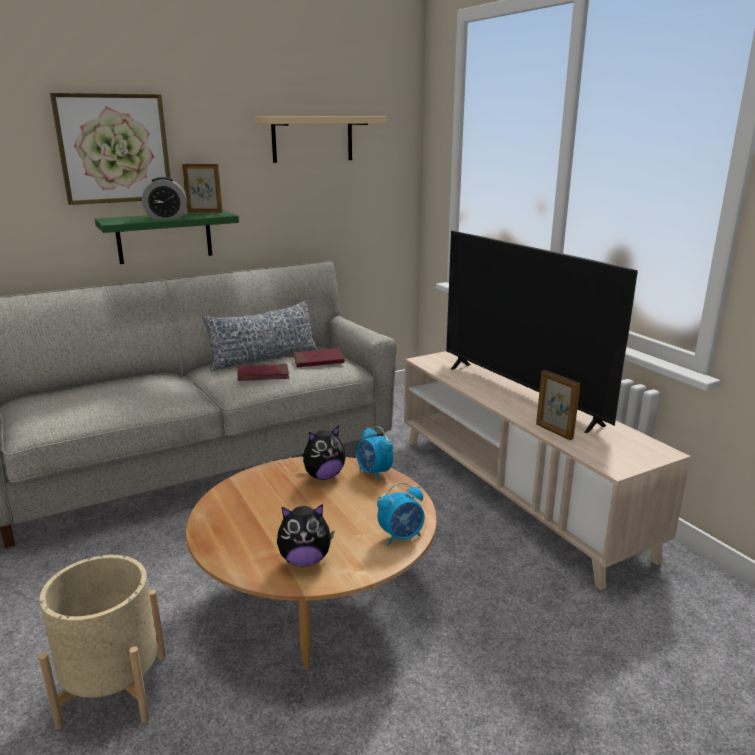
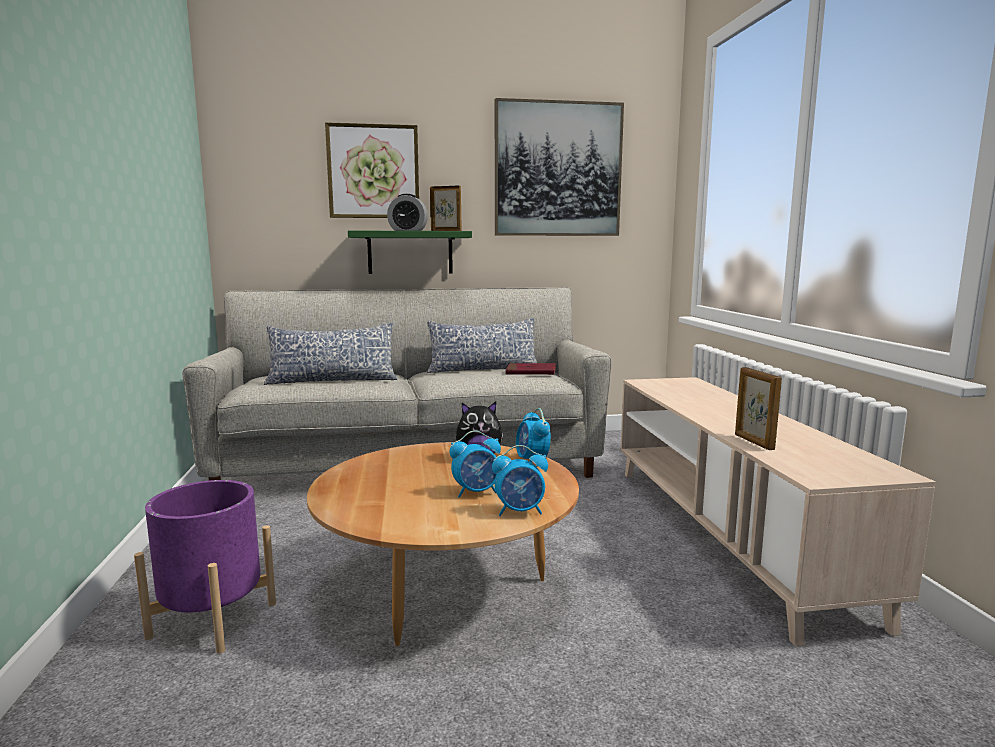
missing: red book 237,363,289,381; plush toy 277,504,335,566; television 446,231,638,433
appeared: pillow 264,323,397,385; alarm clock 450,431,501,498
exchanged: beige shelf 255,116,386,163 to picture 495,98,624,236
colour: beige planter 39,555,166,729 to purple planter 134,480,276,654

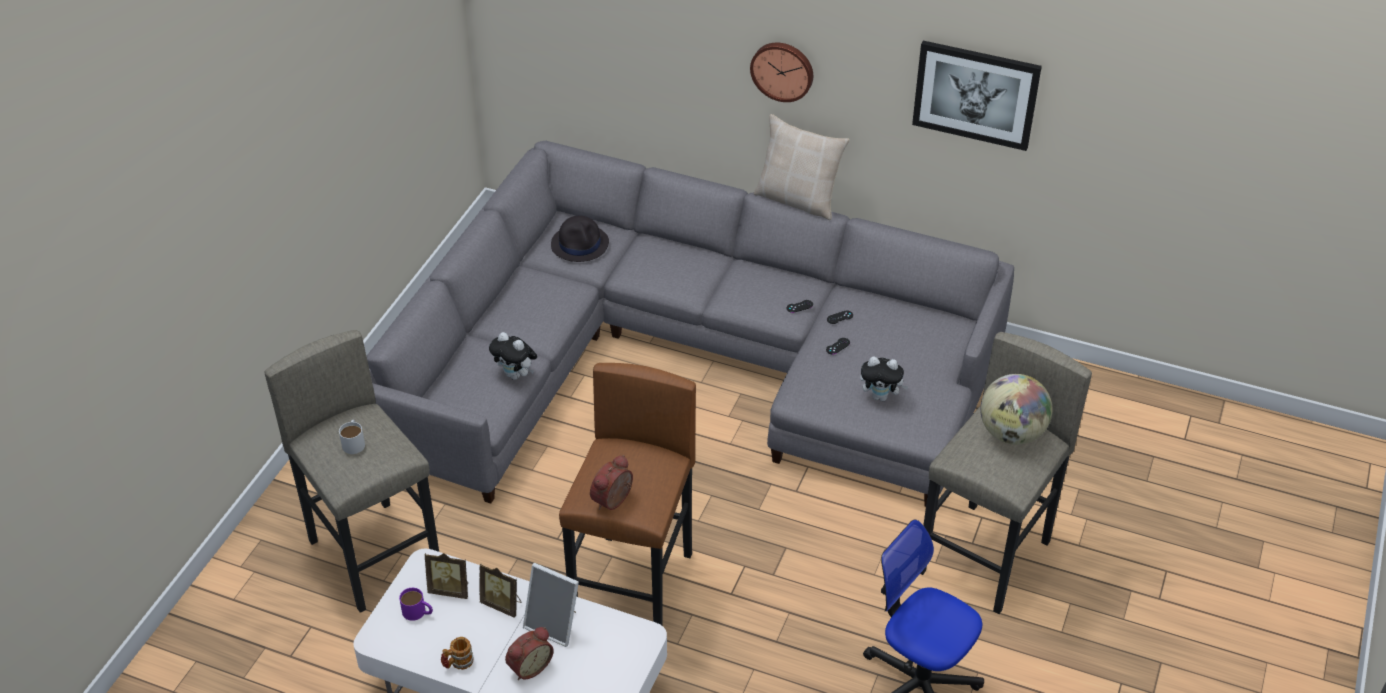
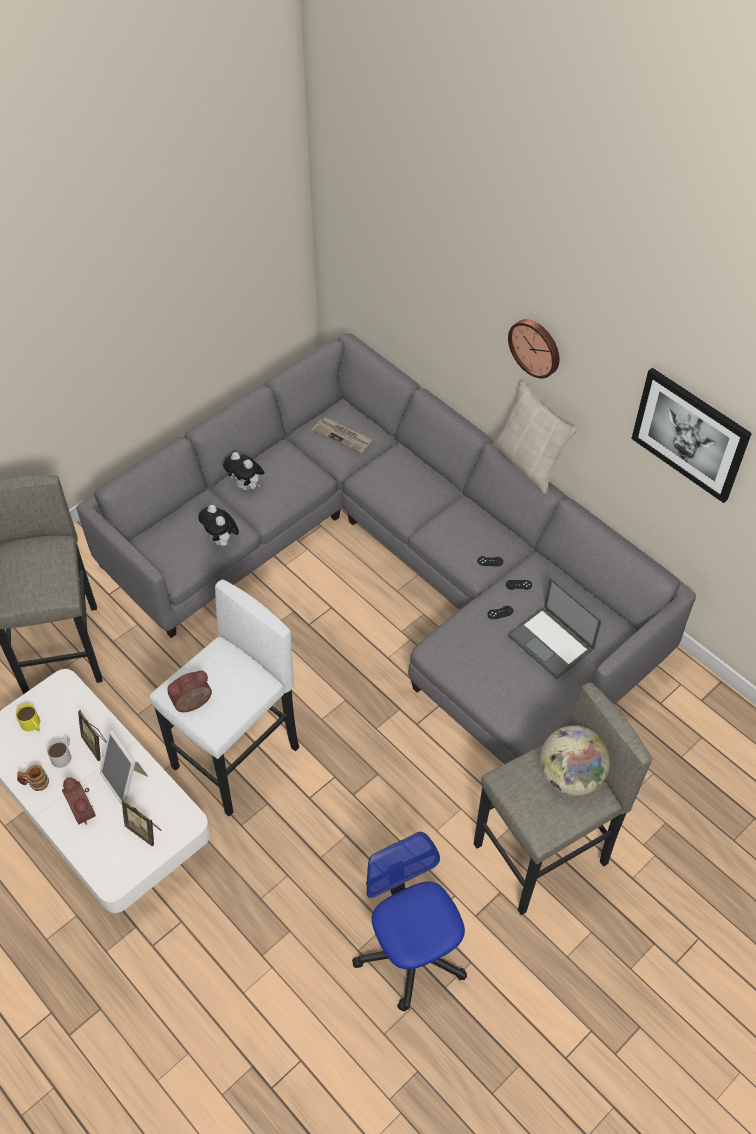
appeared: laptop 508,578,601,679
relocated: white mug 339,420,365,454 to 47,737,71,768; picture frame 425,553,468,599 to 122,799,162,846; plush toy 860,356,909,401 to 223,452,265,491
exchanged: black hat 551,216,609,262 to newspaper 312,417,373,454
colour: purple mug 399,588,433,621 to yellow mug 16,704,40,731; brown stool 559,363,696,625 to white stool 149,580,299,816
spun: alarm clock 505,627,554,680 = 62,777,96,825 75 degrees clockwise

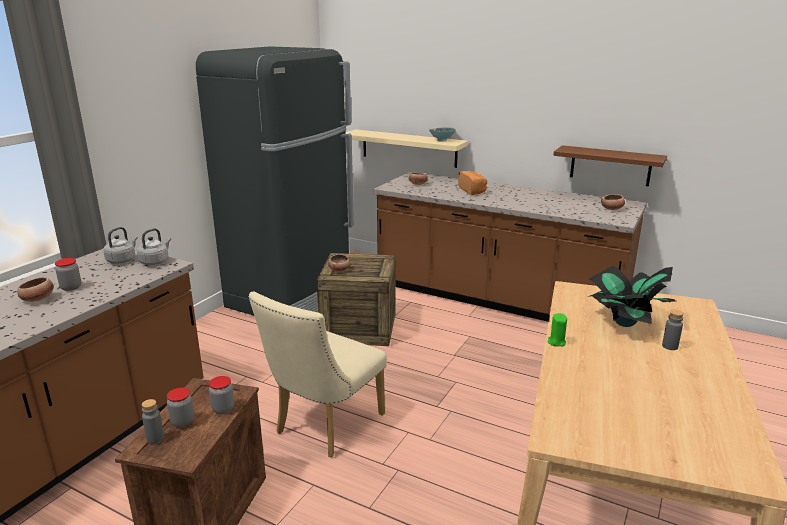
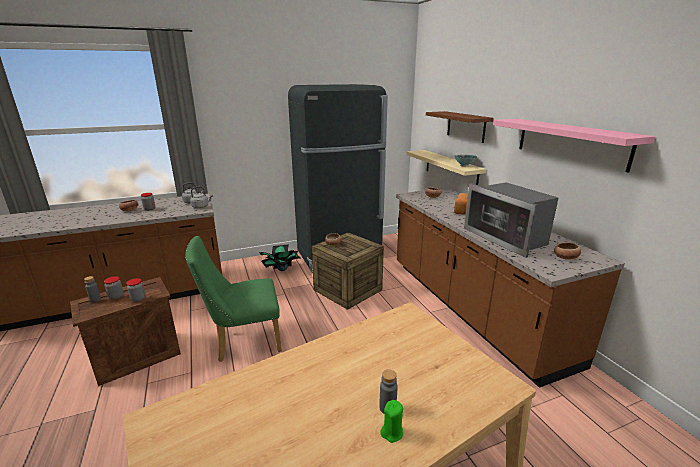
appeared: microwave 464,182,558,258; pink shelf 493,119,655,173
relocated: green candle 548,313,567,347 to 380,400,403,443; brown shelf 553,145,667,187 to 426,111,494,143; potted plant 588,266,676,327 to 259,244,302,271
colour: beige chair 248,292,387,457 to green chair 185,236,282,362

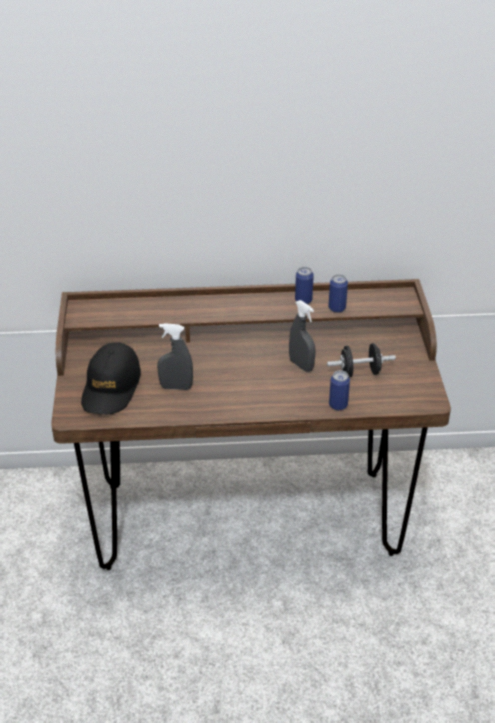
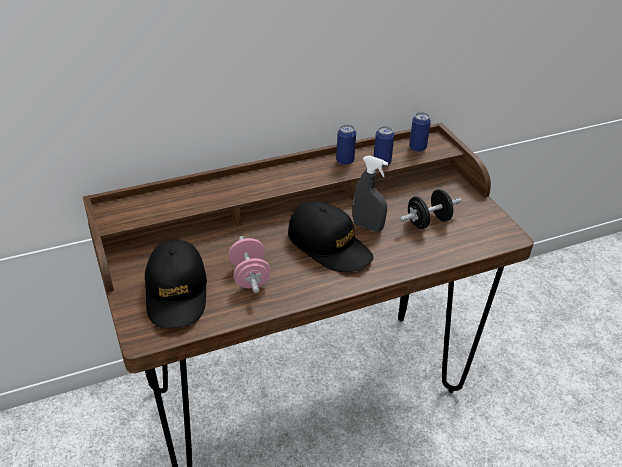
appeared: black cap 288,201,373,272
relocated: can 329,370,350,410 to 409,112,431,152
exchanged: grey spray bottle 157,323,193,390 to pink dumbbell 228,236,271,293

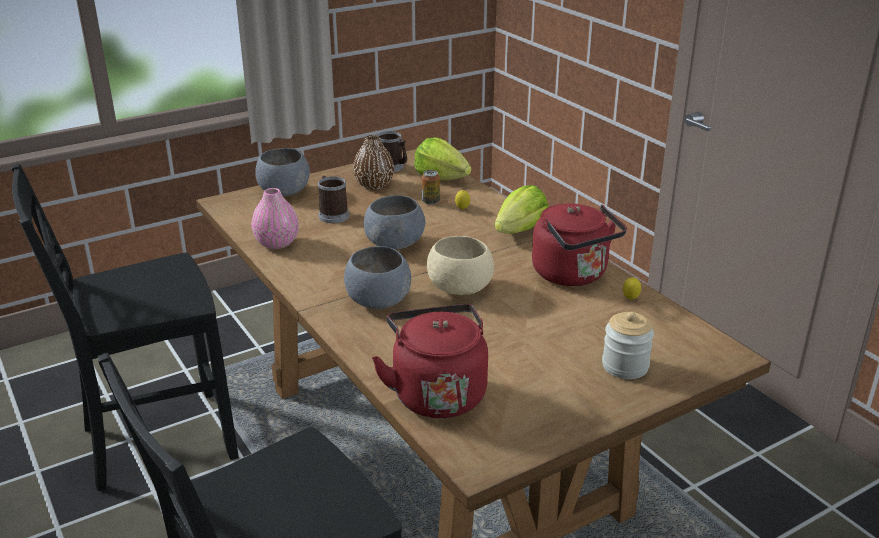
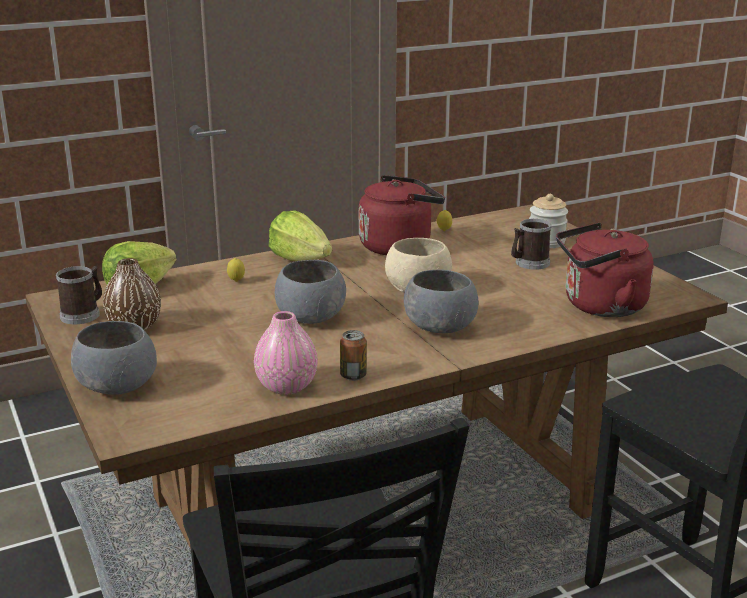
relocated: mug 318,176,349,223 to 511,219,551,270; can 422,170,440,205 to 340,330,367,381

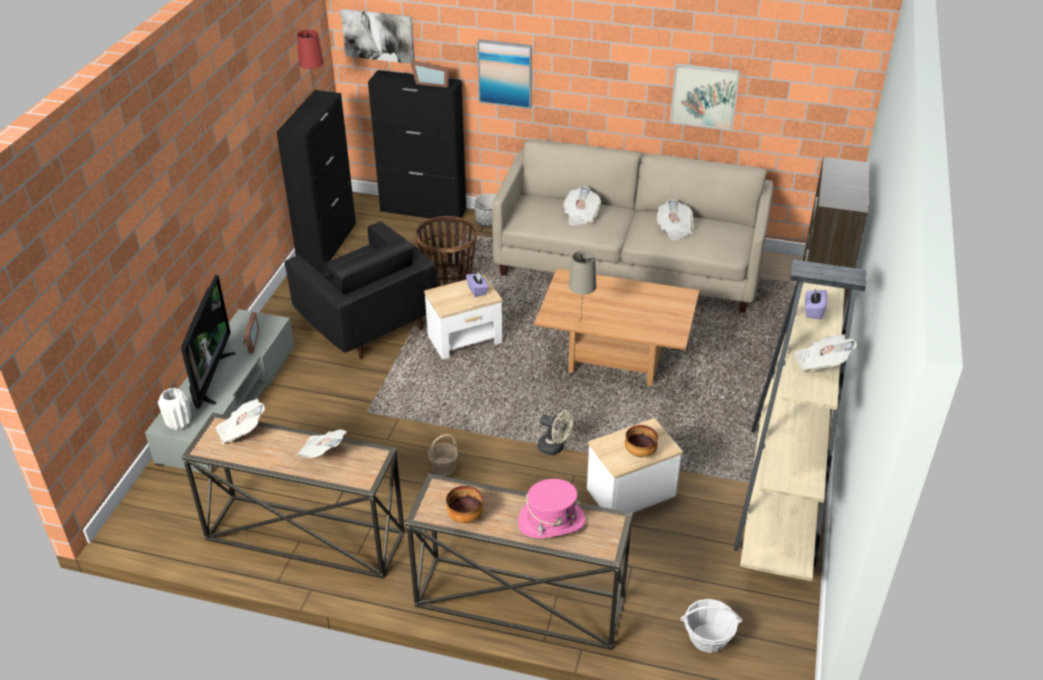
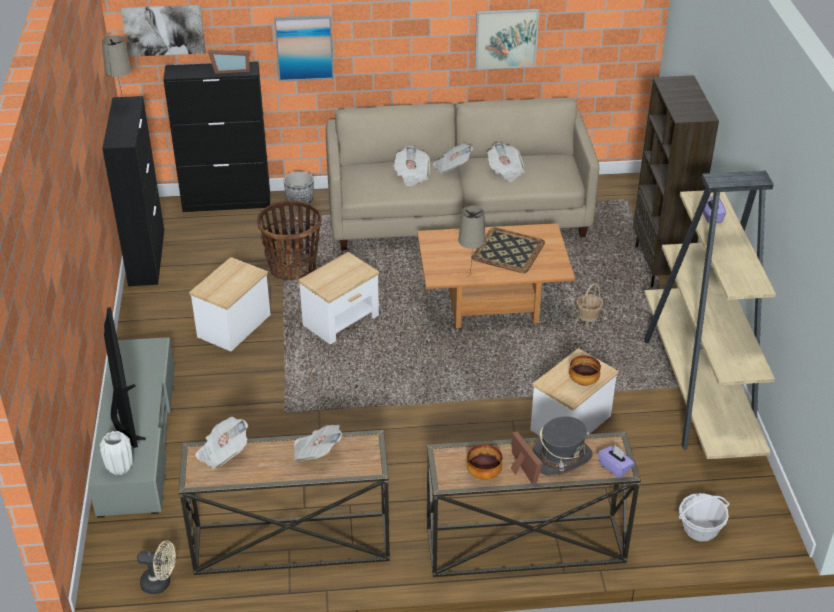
appeared: tray 471,227,545,273
relocated: picture frame 243,312,259,353 to 511,432,542,484; basket 428,434,458,476 to 577,283,603,321; purple tissue box 466,272,489,297 to 598,445,634,478; beige fan 538,410,573,455 to 137,540,176,594; newspaper 794,334,857,371 to 433,143,473,173
exchanged: black armchair 285,221,437,360 to side table 189,257,271,351
colour: red table lamp 297,30,324,104 to beige table lamp 102,35,131,110; pink hat 518,479,585,538 to grey hat 532,417,592,476

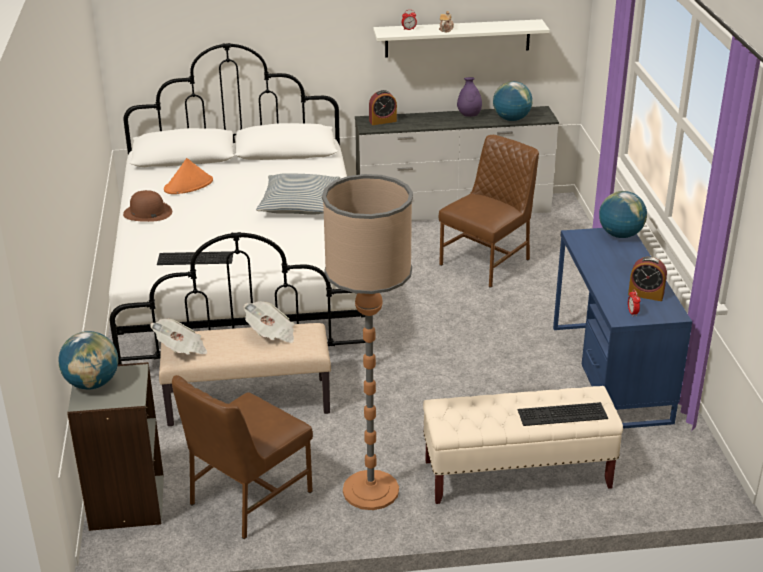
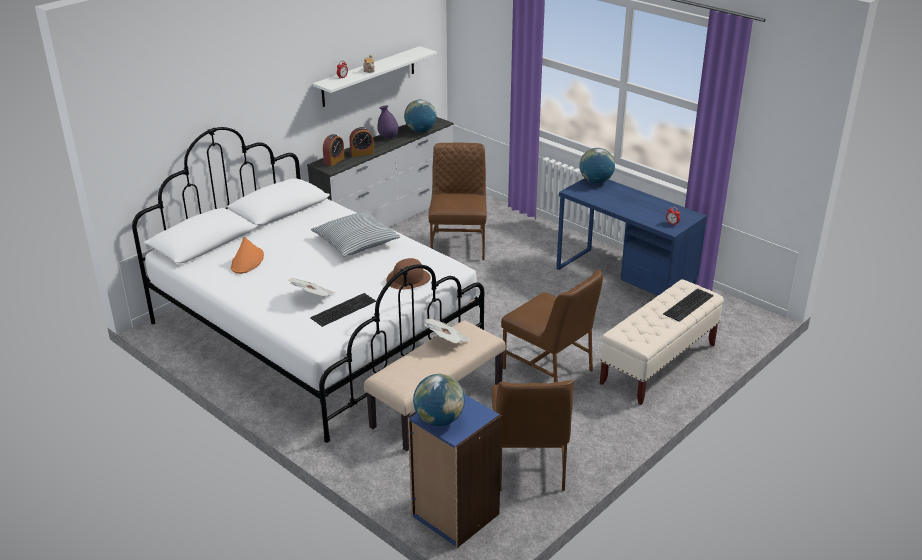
missing: floor lamp 322,174,413,510
appeared: brown chair 501,270,603,382
relocated: brown hat 123,190,172,222 to 386,258,431,290; newspaper 150,319,207,355 to 288,278,335,297; alarm clock 628,257,667,301 to 349,127,374,157
colour: grey bookcase 67,362,164,531 to blue bookcase 408,394,502,548

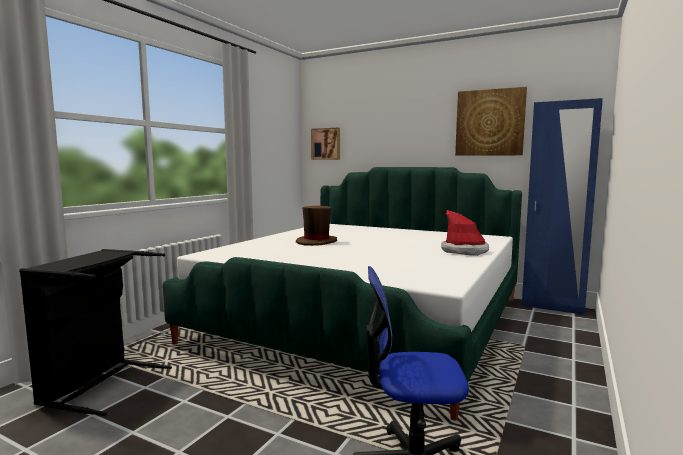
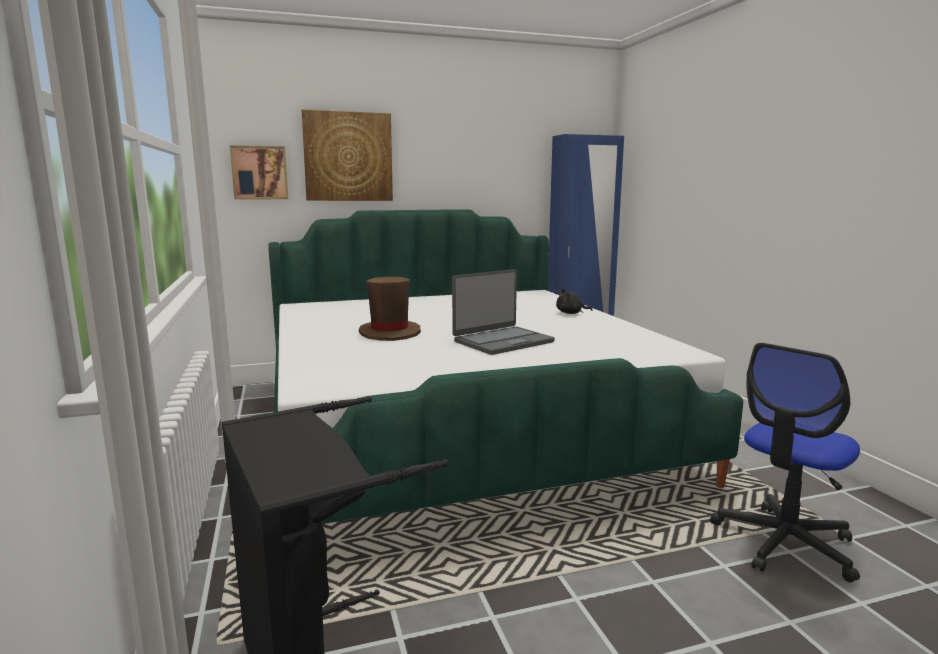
appeared: laptop 452,269,555,355
relocated: picture 455,87,527,156 to 302,109,393,201
exchanged: hat 441,210,489,256 to black plush toy 556,289,593,314

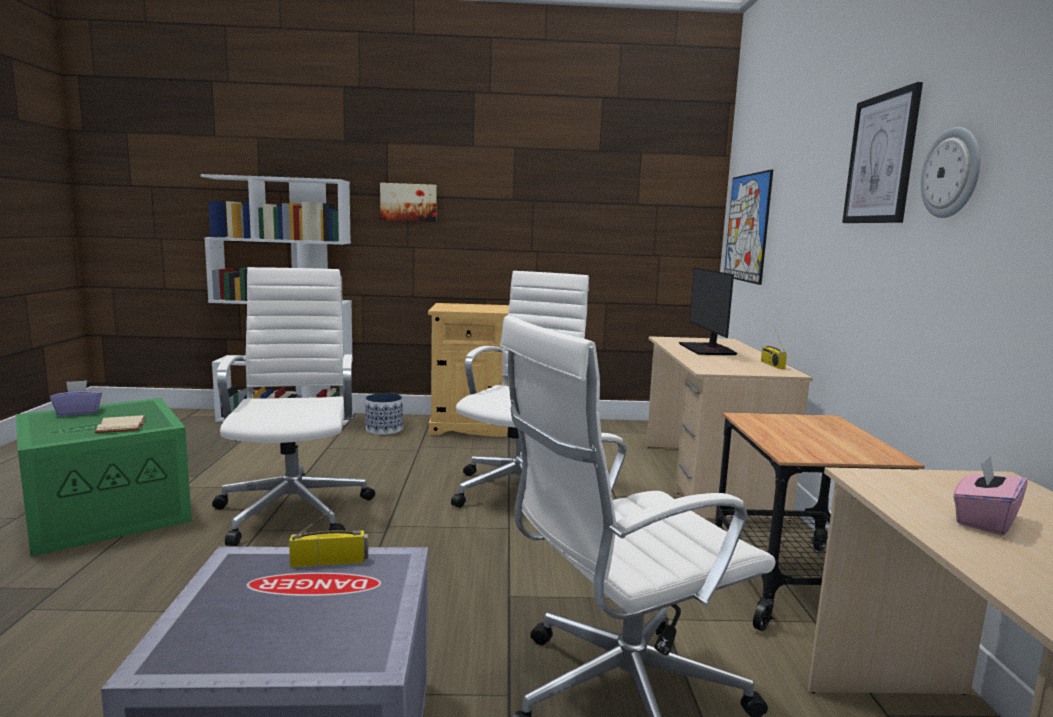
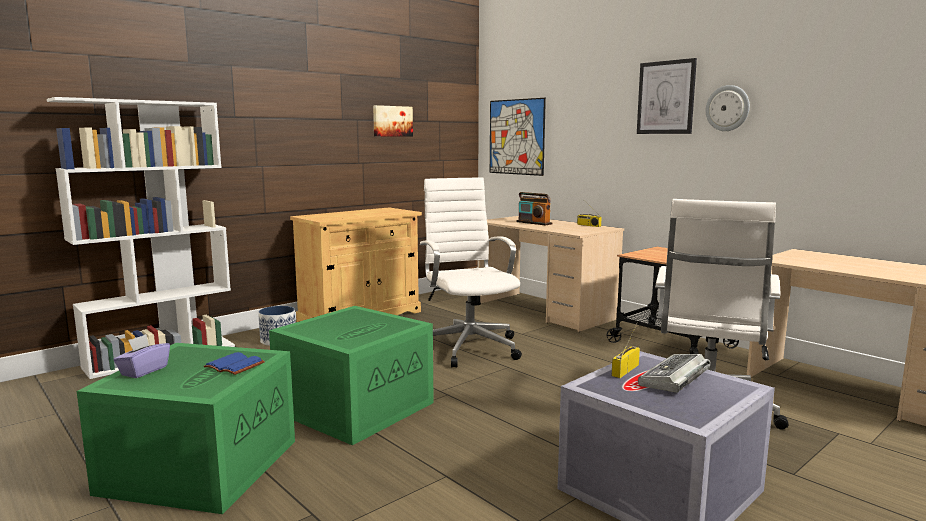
missing: pink tissue box 953,457,1028,536
appeared: keyboard 638,354,711,393
relocated: picture 380,183,437,222 to 373,105,413,136
exchanged: white office chair 212,267,375,546 to green storage box 269,306,434,445; monitor 679,267,738,355 to radio 516,192,553,226
colour: beige book 95,415,146,433 to blue book 203,352,265,375

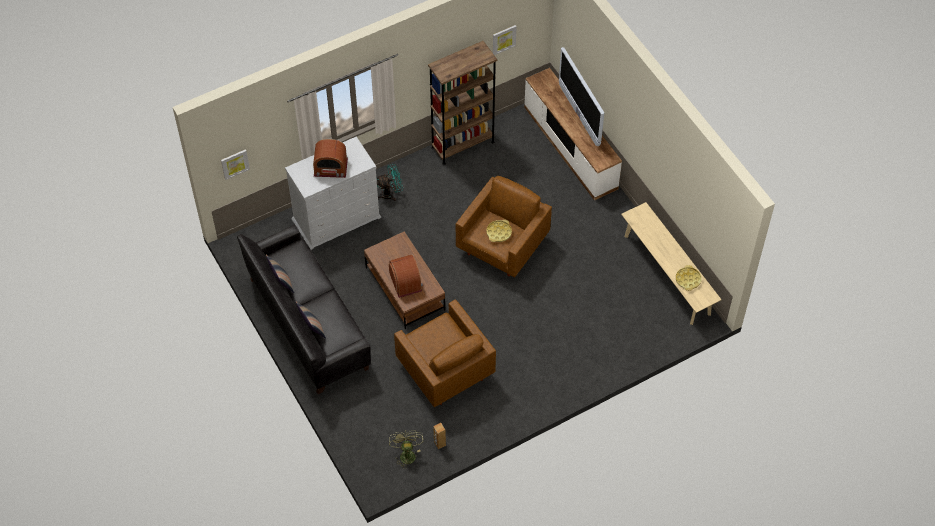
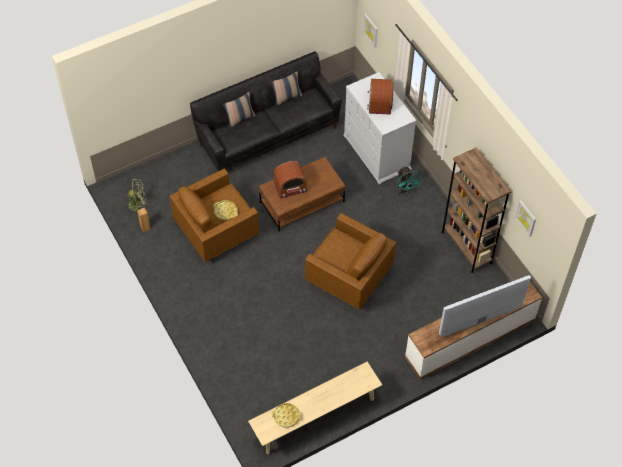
relocated: yellow tray 486,220,512,242 to 214,200,238,220

